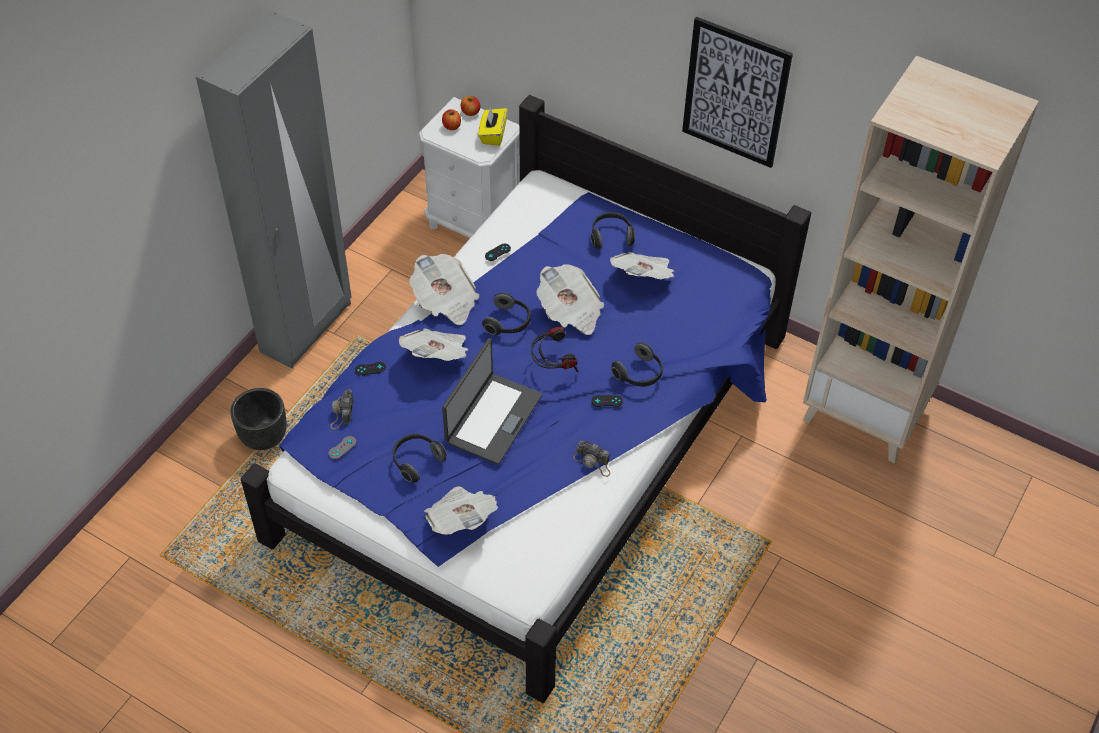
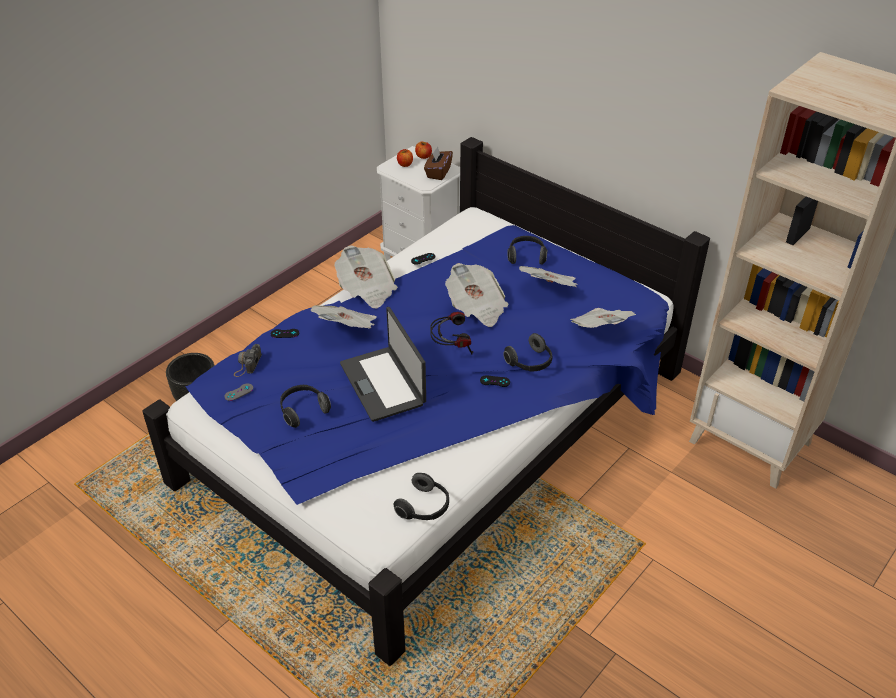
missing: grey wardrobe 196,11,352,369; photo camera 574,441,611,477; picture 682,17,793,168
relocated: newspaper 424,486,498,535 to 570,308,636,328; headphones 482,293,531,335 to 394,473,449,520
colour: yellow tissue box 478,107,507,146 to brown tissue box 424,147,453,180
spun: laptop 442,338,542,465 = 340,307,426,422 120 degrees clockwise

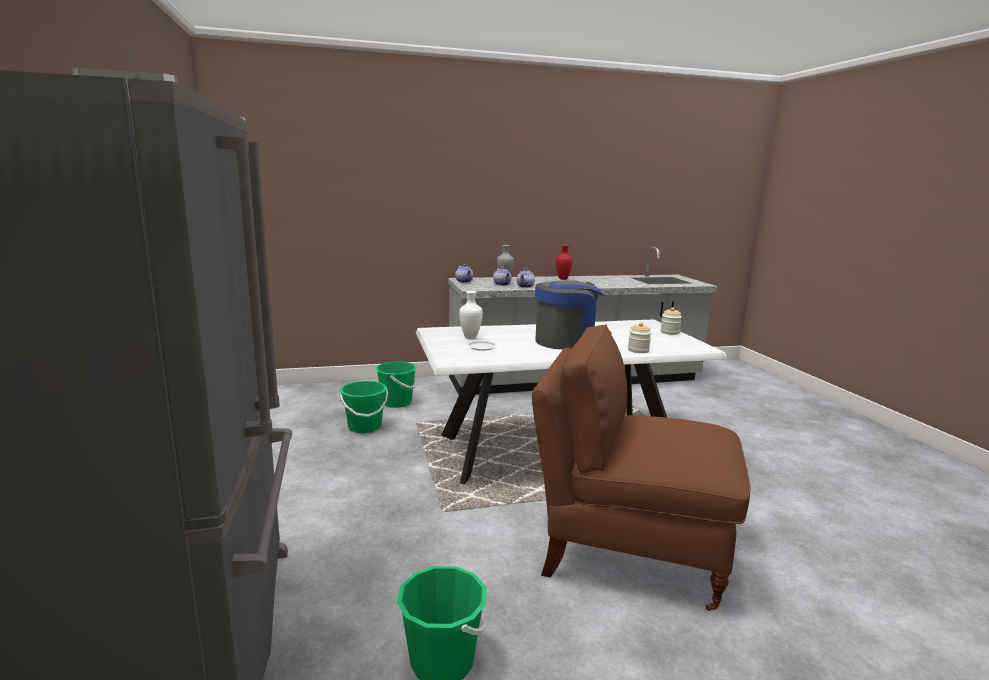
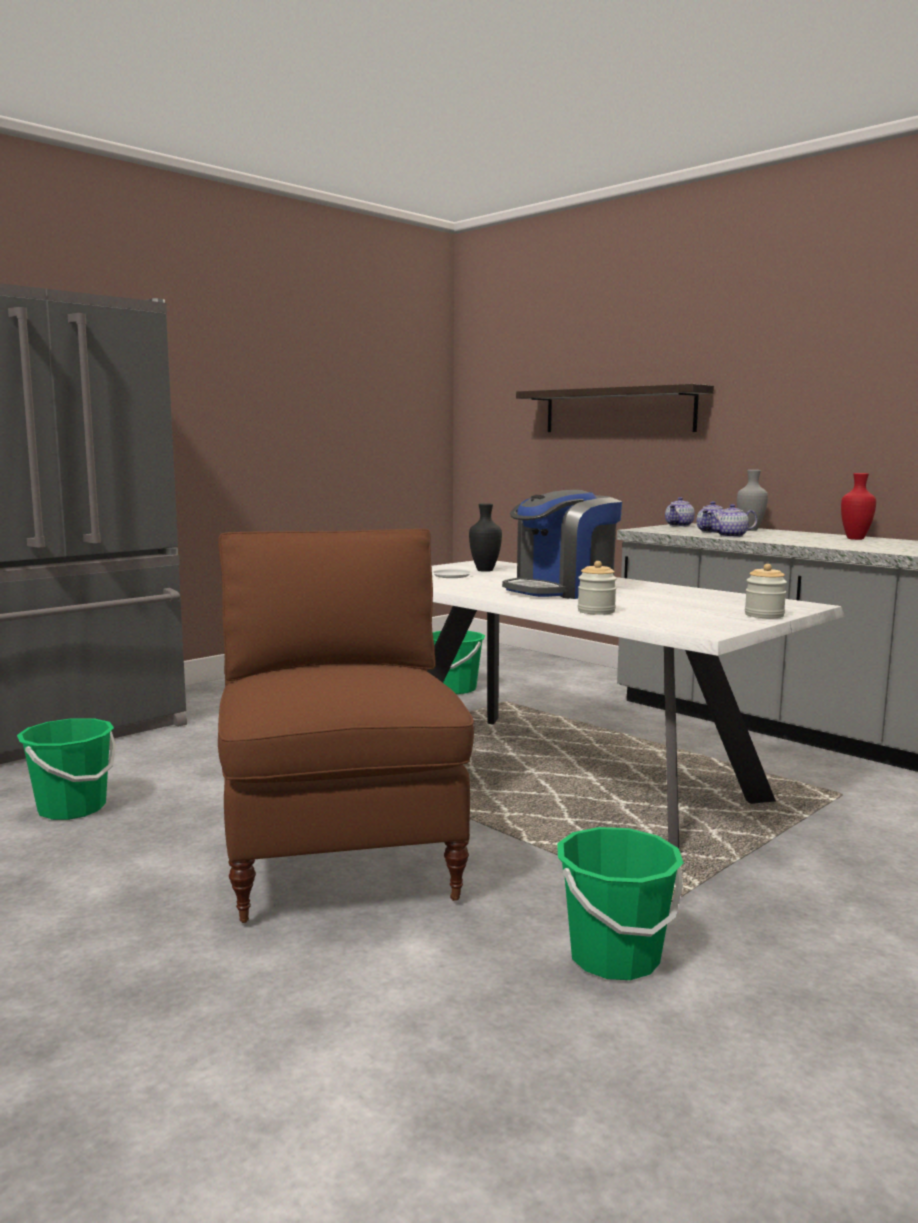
appeared: shelf 516,384,714,432
relocated: green bucket 375,361,417,408 to 557,827,684,980
colour: white vase 459,291,483,339 to black vase 469,503,502,572
spun: coffee machine 535,280,605,349 = 502,490,622,599 105 degrees clockwise

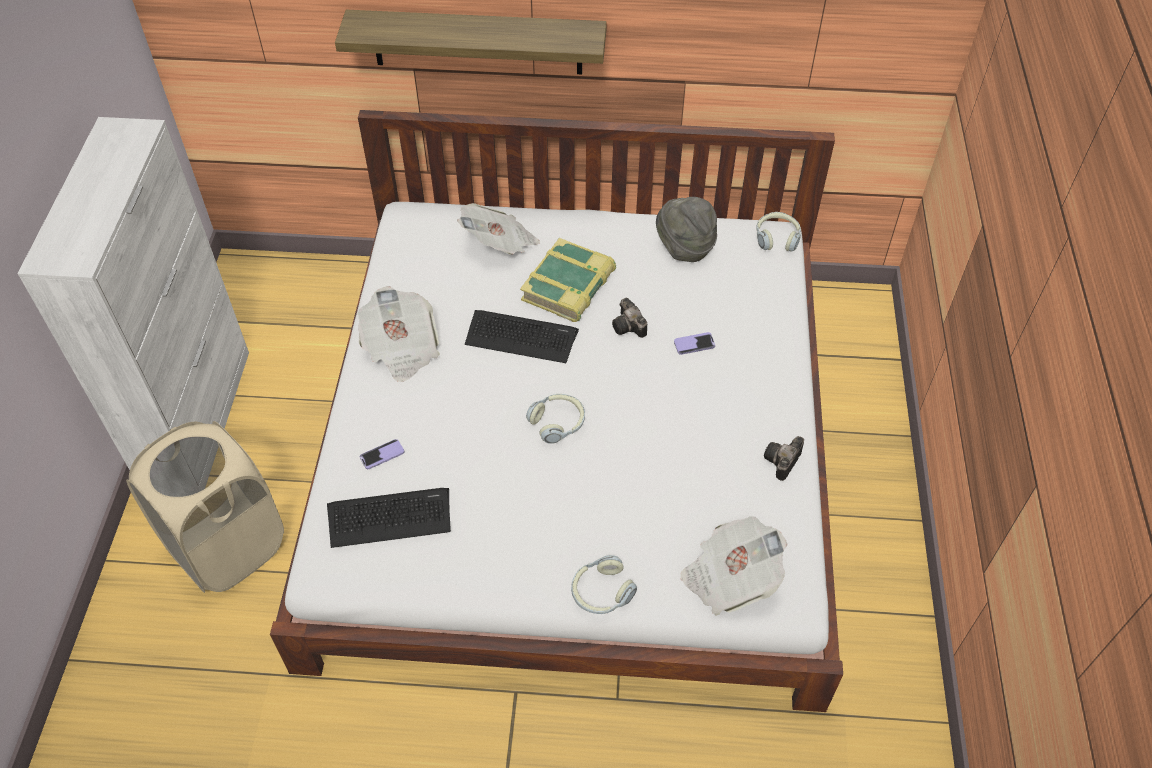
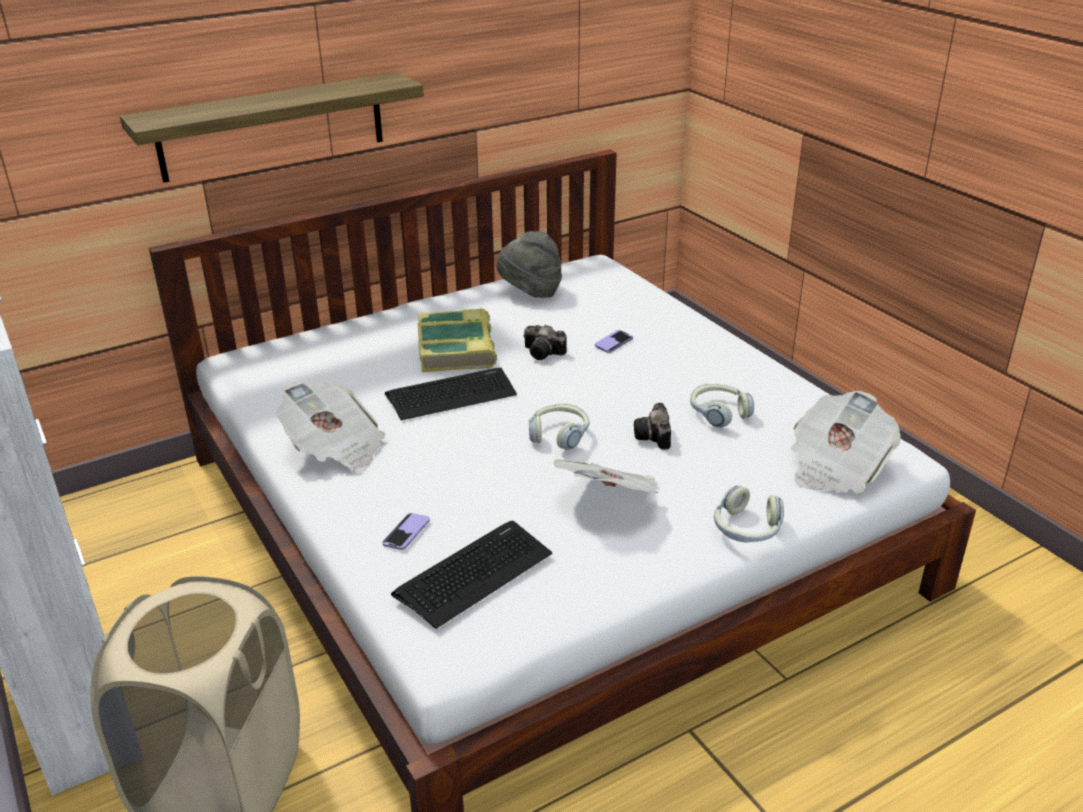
relocated: newspaper 457,203,540,255 to 554,460,660,493; headphones 756,212,801,252 to 690,384,754,428; photo camera 764,436,804,481 to 634,403,671,450

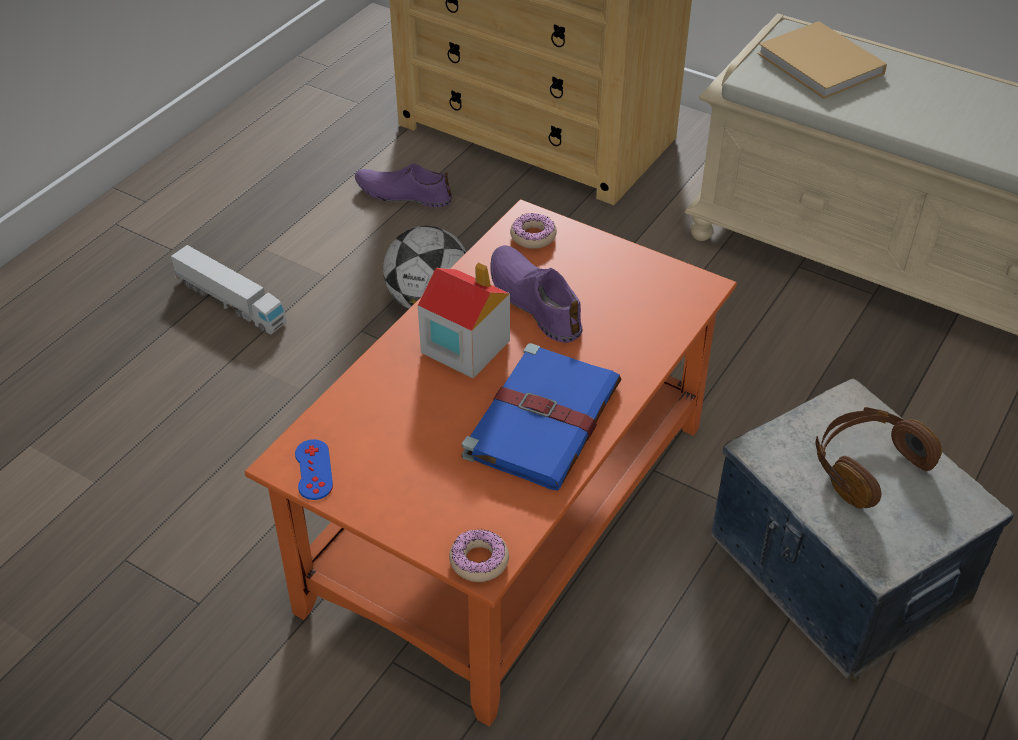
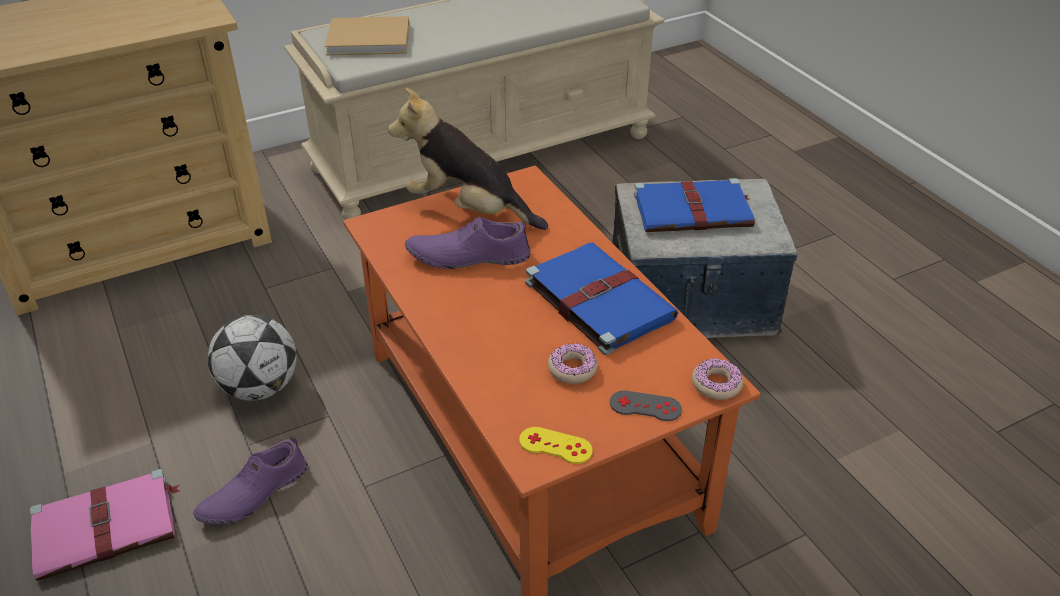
missing: toy house 418,263,510,378
appeared: plush toy 388,87,548,230; grey game controller 610,391,682,421
relocated: purple shoe 355,163,452,207 to 193,436,308,524; donut 510,213,557,249 to 548,343,598,384
exchanged: toy truck 171,245,287,334 to pink book 30,469,180,581; brown headphones 815,407,942,509 to blue book 634,178,755,232
colour: blue game controller 295,439,333,500 to yellow game controller 519,427,593,464

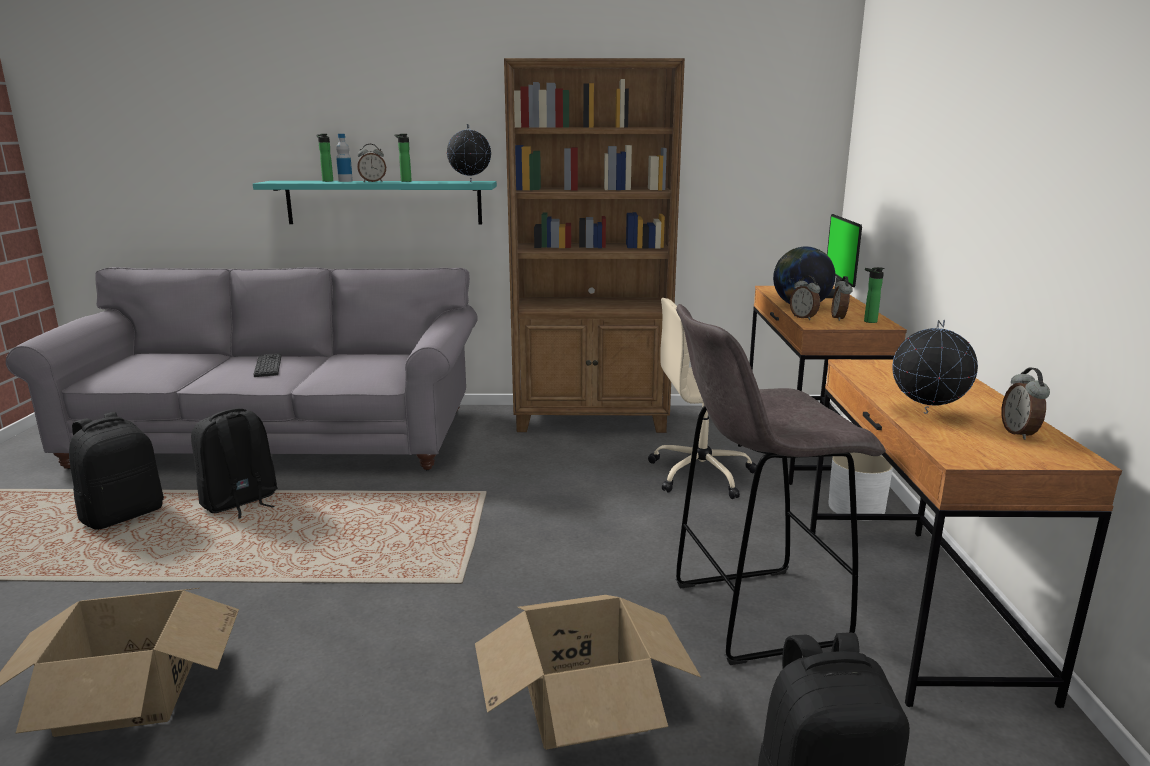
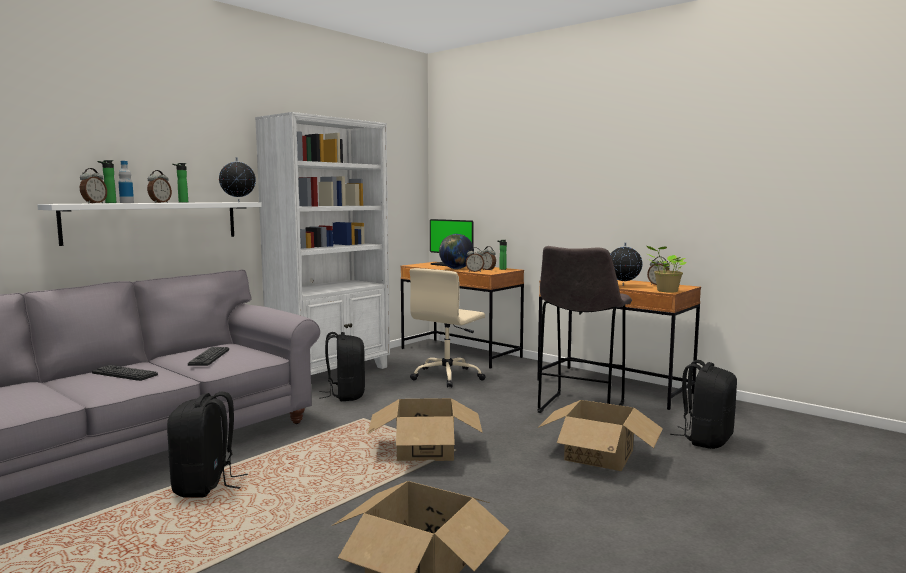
missing: white planter 828,453,893,521
appeared: alarm clock 80,168,107,203; keyboard 188,347,229,366; cardboard box 368,398,483,461; potted plant 647,246,686,293
relocated: black backpack 69,412,164,530 to 319,332,365,401
colour: turquoise shelf 253,181,497,225 to white shelf 37,202,262,246; brown bookcase 504,58,685,433 to white bookcase 255,112,390,375

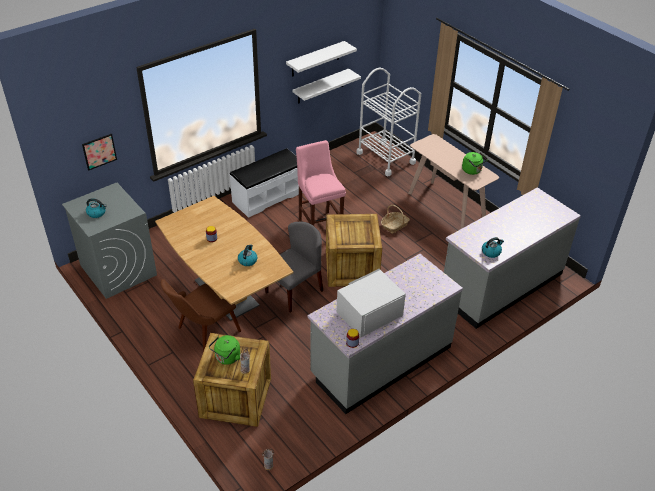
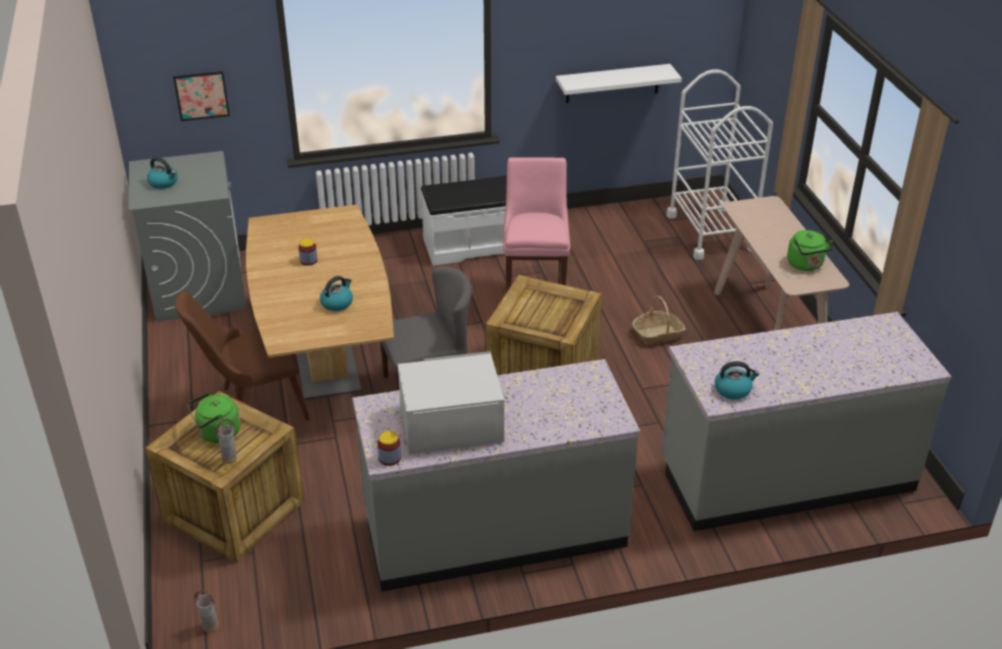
missing: white shelf 286,41,357,77

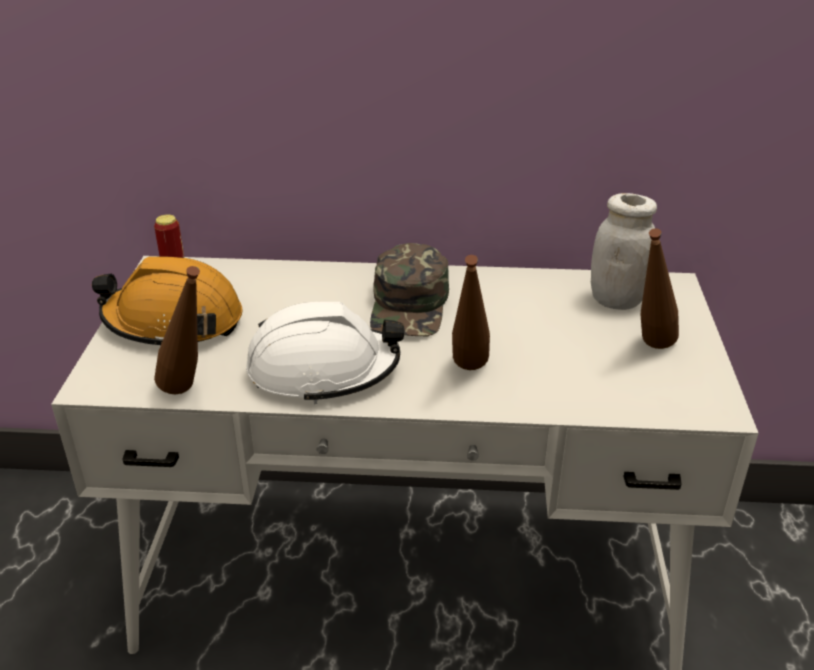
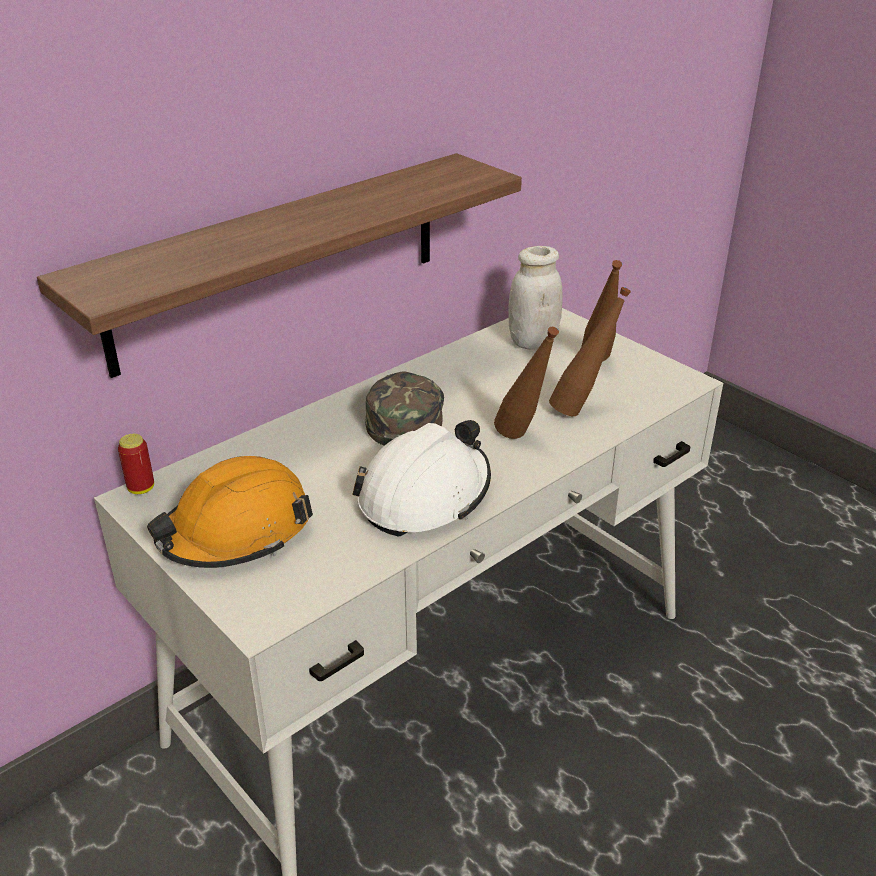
appeared: shelf 37,153,522,378
relocated: brown bottle 154,266,200,394 to 549,287,631,416
spun: green cap 370,243,449,336 = 365,371,444,446 135 degrees counterclockwise

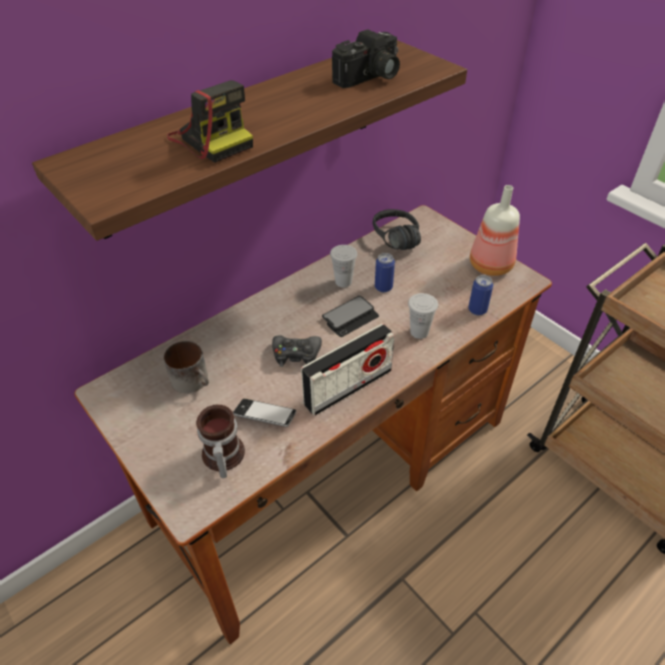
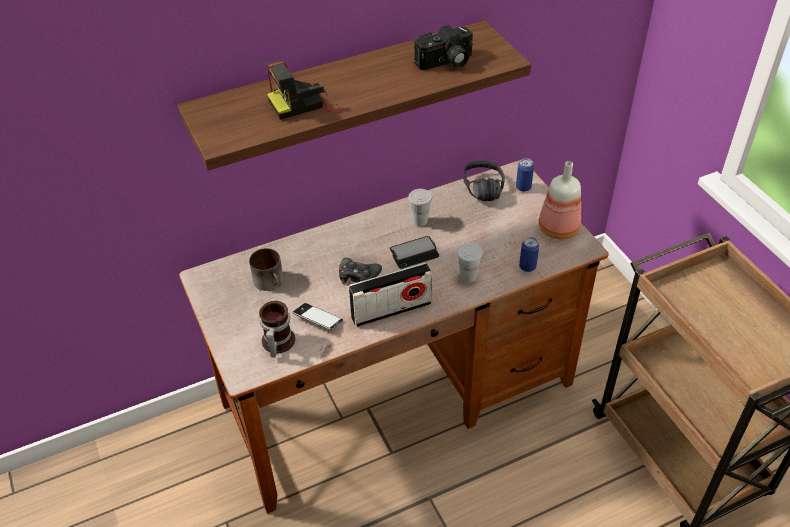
relocated: can 375,253,395,292 to 516,158,534,192
spun: photo camera 167,80,253,163 = 267,60,341,120 90 degrees clockwise

